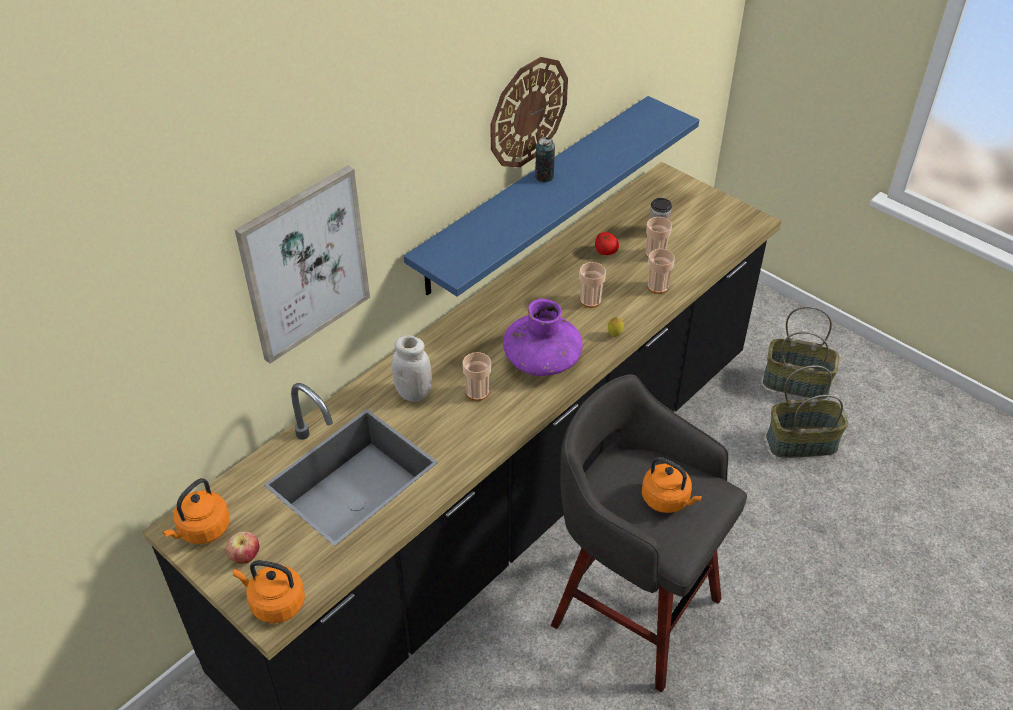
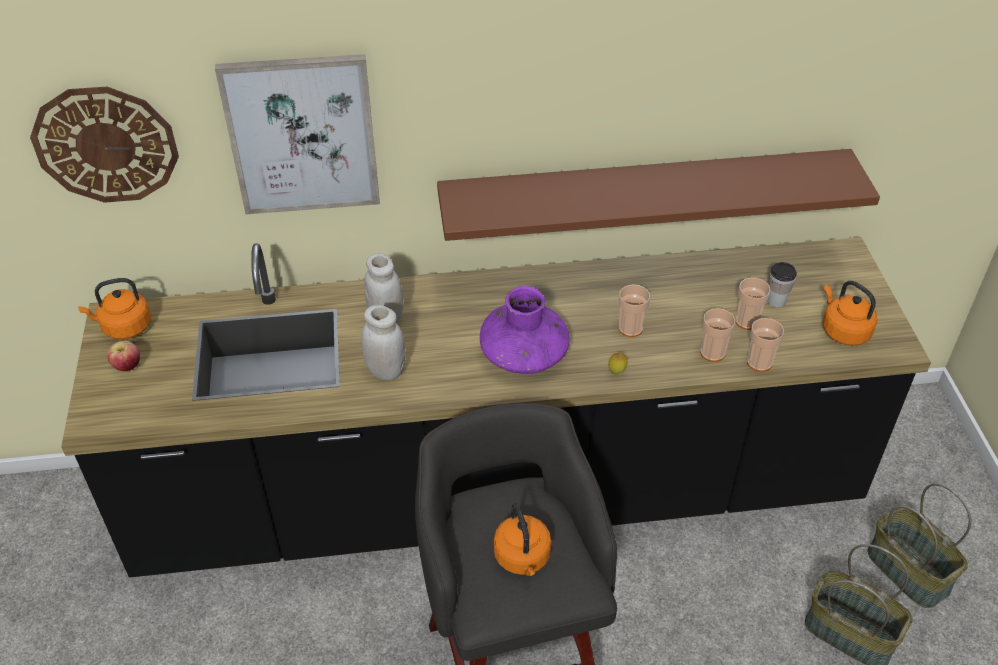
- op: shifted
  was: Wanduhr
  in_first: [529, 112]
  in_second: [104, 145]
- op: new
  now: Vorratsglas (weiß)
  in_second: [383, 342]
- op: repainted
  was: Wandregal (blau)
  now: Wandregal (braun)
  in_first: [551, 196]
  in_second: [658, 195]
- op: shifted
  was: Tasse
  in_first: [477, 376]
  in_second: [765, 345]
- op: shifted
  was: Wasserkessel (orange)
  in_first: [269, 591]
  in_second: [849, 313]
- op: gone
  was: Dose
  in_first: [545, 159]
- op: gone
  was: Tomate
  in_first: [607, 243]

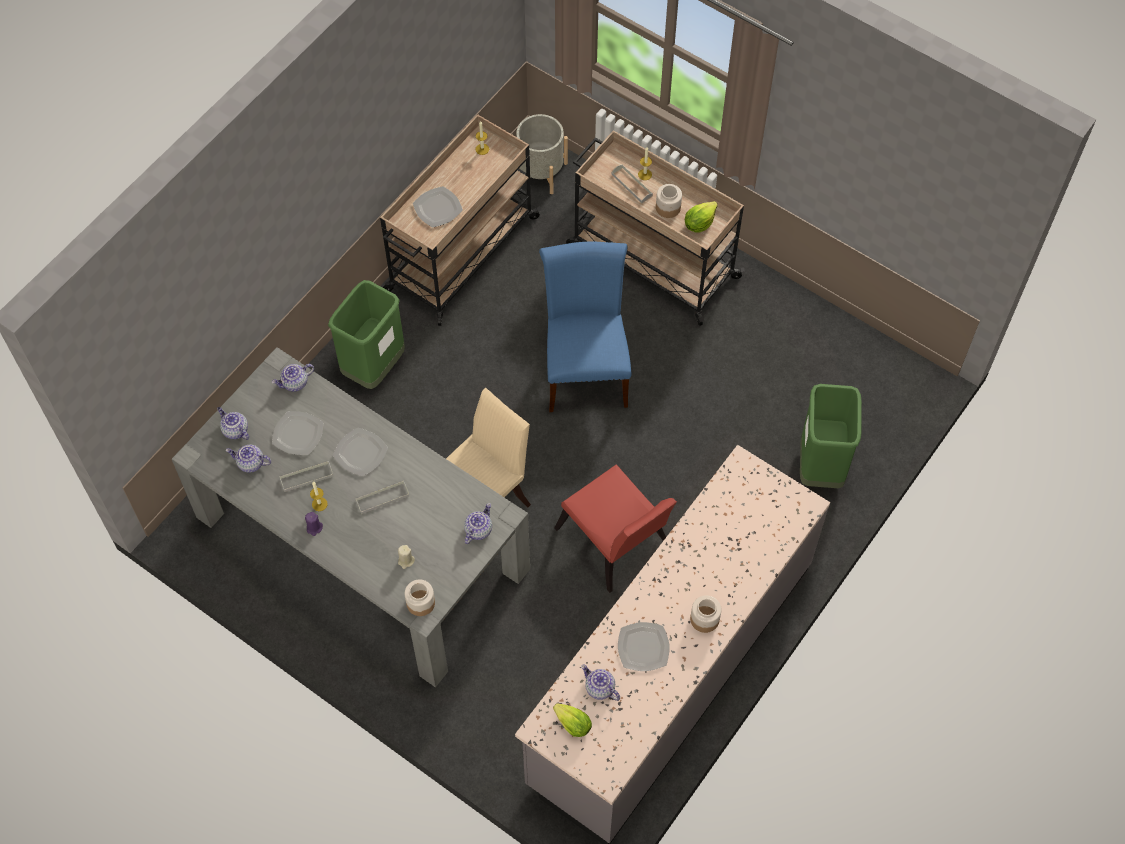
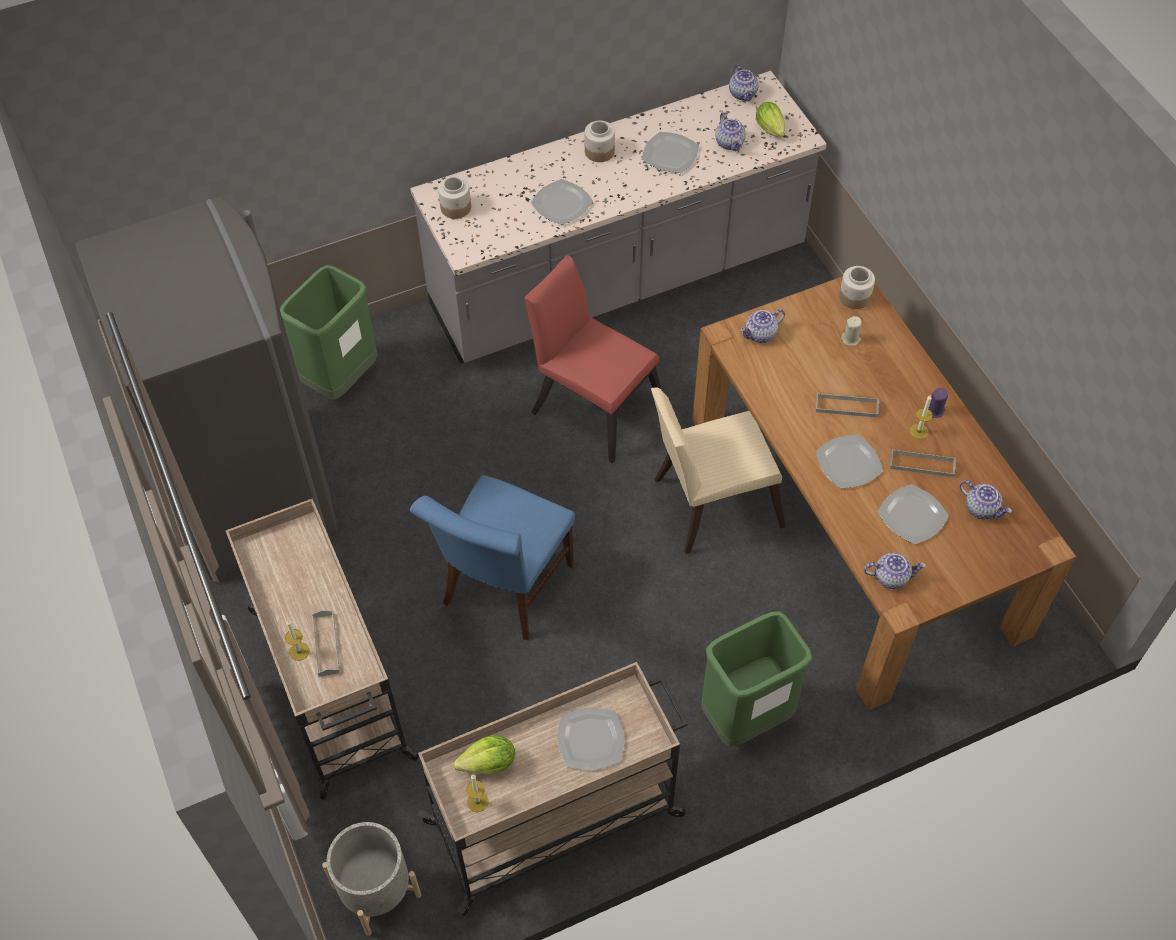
- op: new
  now: Kühlschrank (grau)
  in_second: [206, 388]
- op: shifted
  was: Vorratsglas
  in_first: [669, 201]
  in_second: [454, 197]
- op: shifted
  was: Salatkopf
  in_first: [701, 216]
  in_second: [484, 754]
- op: rotated
  was: Stuhl (rot)
  in_first: [615, 528]
  in_second: [593, 359]
  clockwise: -45
- op: new
  now: Teller
  in_second: [562, 202]
- op: repainted
  was: Esstisch (grau)
  now: Esstisch (braun)
  in_first: [351, 517]
  in_second: [884, 493]
- op: shifted
  was: Teekanne
  in_first: [233, 423]
  in_second: [744, 82]

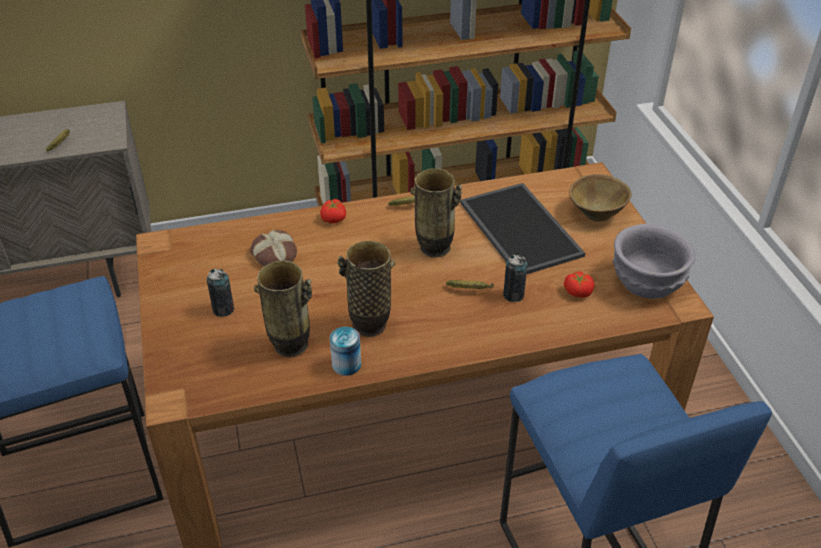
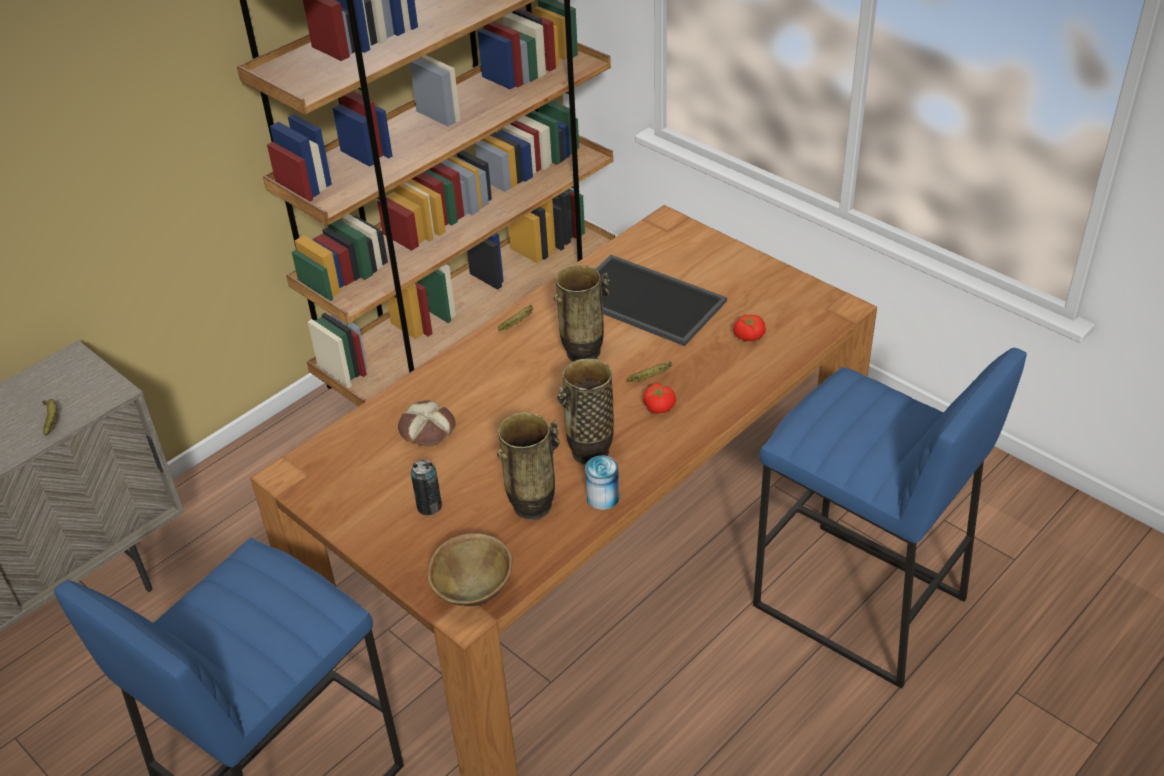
- op: shifted
  was: Schüssel (braun)
  in_first: [600, 198]
  in_second: [470, 569]
- op: shifted
  was: Tomate
  in_first: [333, 211]
  in_second: [659, 398]
- op: gone
  was: Dose
  in_first: [515, 278]
- op: gone
  was: Schüssel (grau)
  in_first: [654, 261]

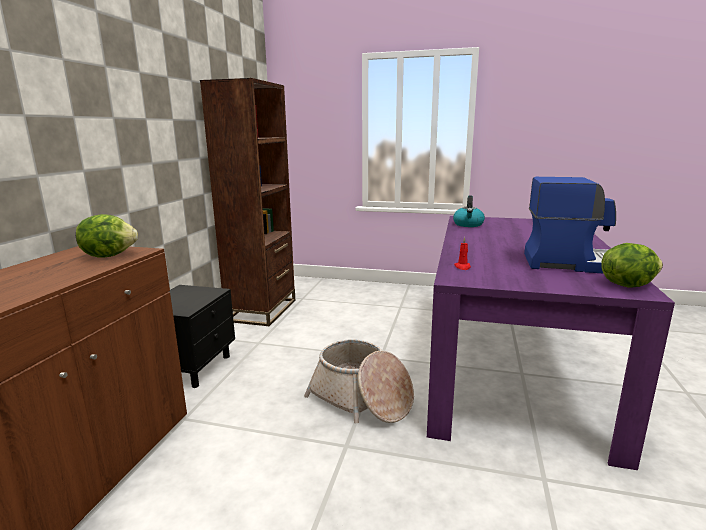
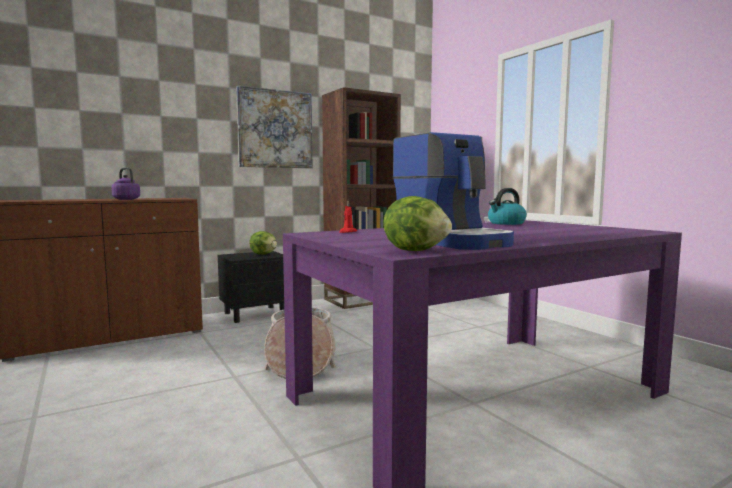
- op: new
  now: Wasserkessel (lila)
  in_second: [125, 183]
- op: new
  now: Bild
  in_second: [274, 126]
- op: shifted
  was: Salatkopf
  in_first: [107, 236]
  in_second: [263, 243]

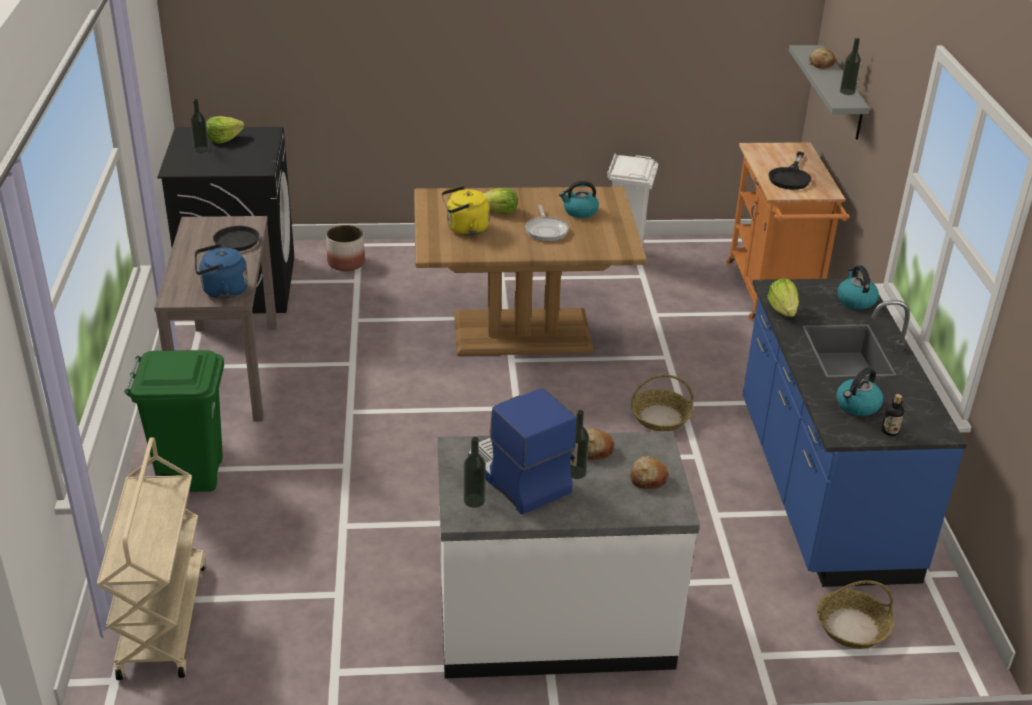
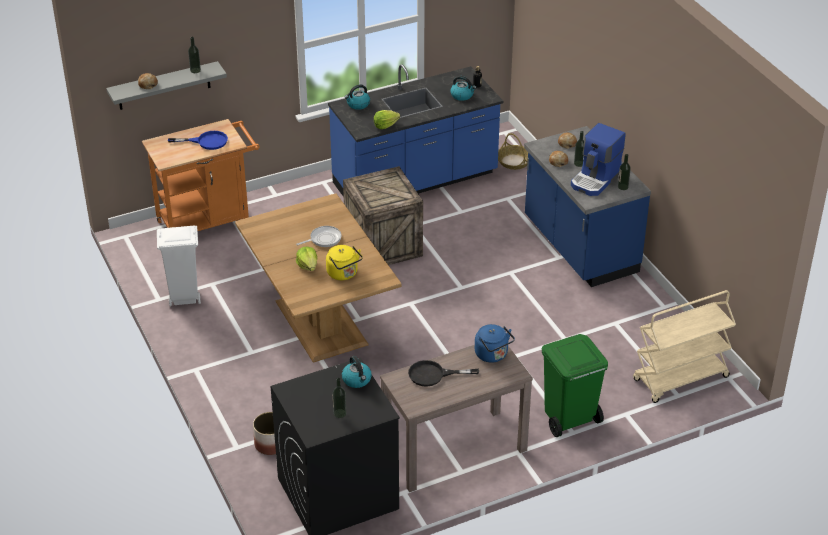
- op: repainted
  was: Pfanne (schwarz)
  now: Pfanne (blau)
  in_first: [790, 171]
  in_second: [198, 140]
- op: shifted
  was: Wasserkessel
  in_first: [579, 199]
  in_second: [357, 372]
- op: swapped
  was: Korb
  now: Kiste
  in_first: [662, 403]
  in_second: [383, 215]
- op: repainted
  was: Küchenzeile (weiß)
  now: Küchenzeile (blau)
  in_first: [569, 554]
  in_second: [587, 206]
- op: gone
  was: Salatkopf
  in_first: [225, 130]

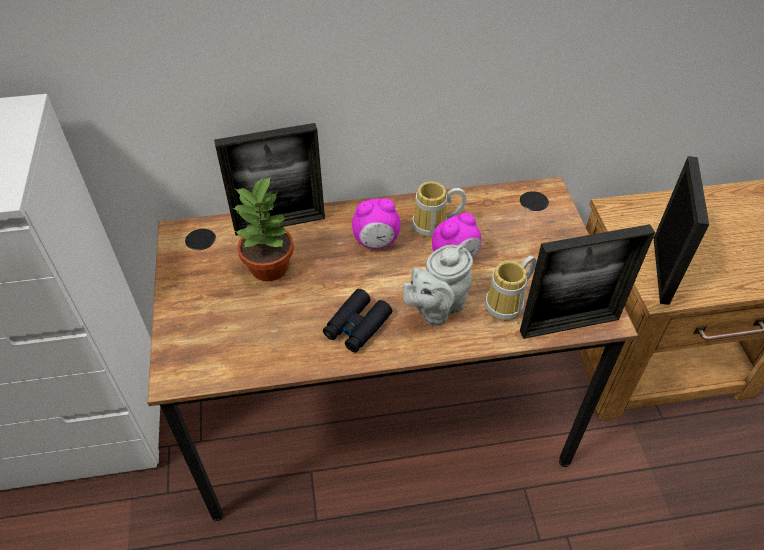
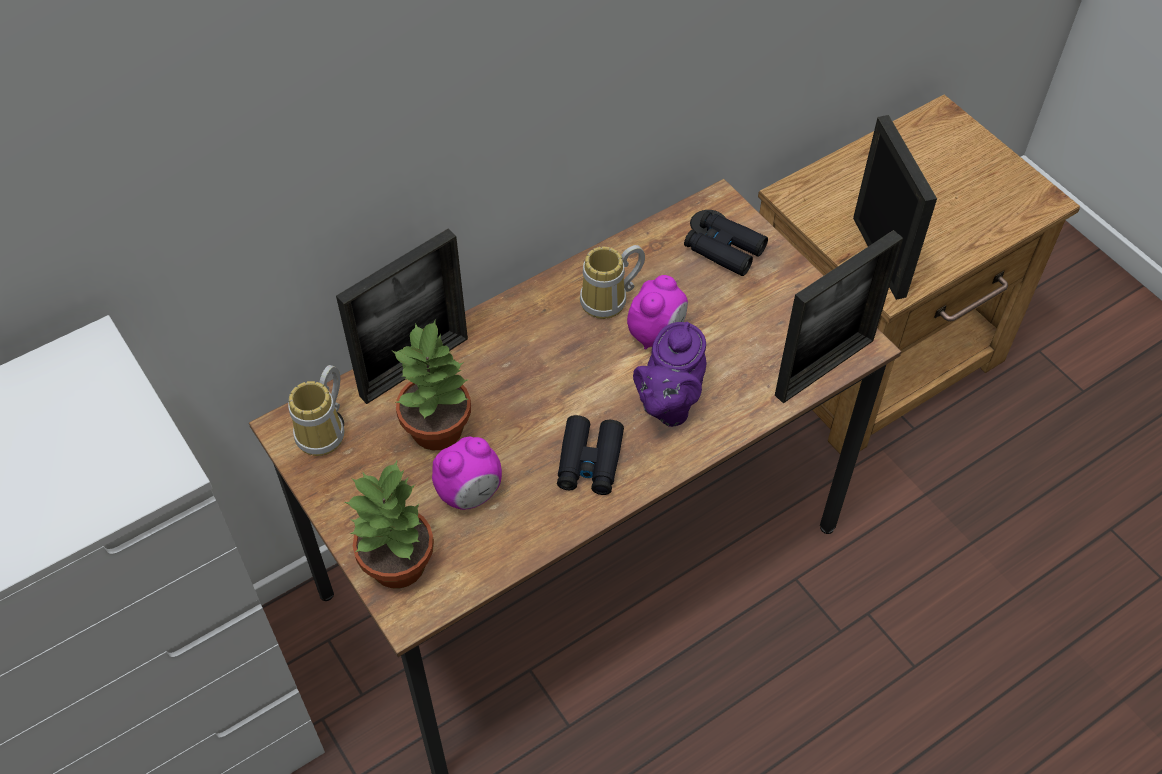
- op: shifted
  was: Henkelbecher
  in_first: [511, 288]
  in_second: [316, 410]
- op: new
  now: Topfpflanze
  in_second: [389, 524]
- op: shifted
  was: Wecker
  in_first: [376, 223]
  in_second: [467, 473]
- op: repainted
  was: Teekanne (grau)
  now: Teekanne (lila)
  in_first: [438, 285]
  in_second: [669, 374]
- op: new
  now: Fernglas (schwarz)
  in_second: [726, 243]

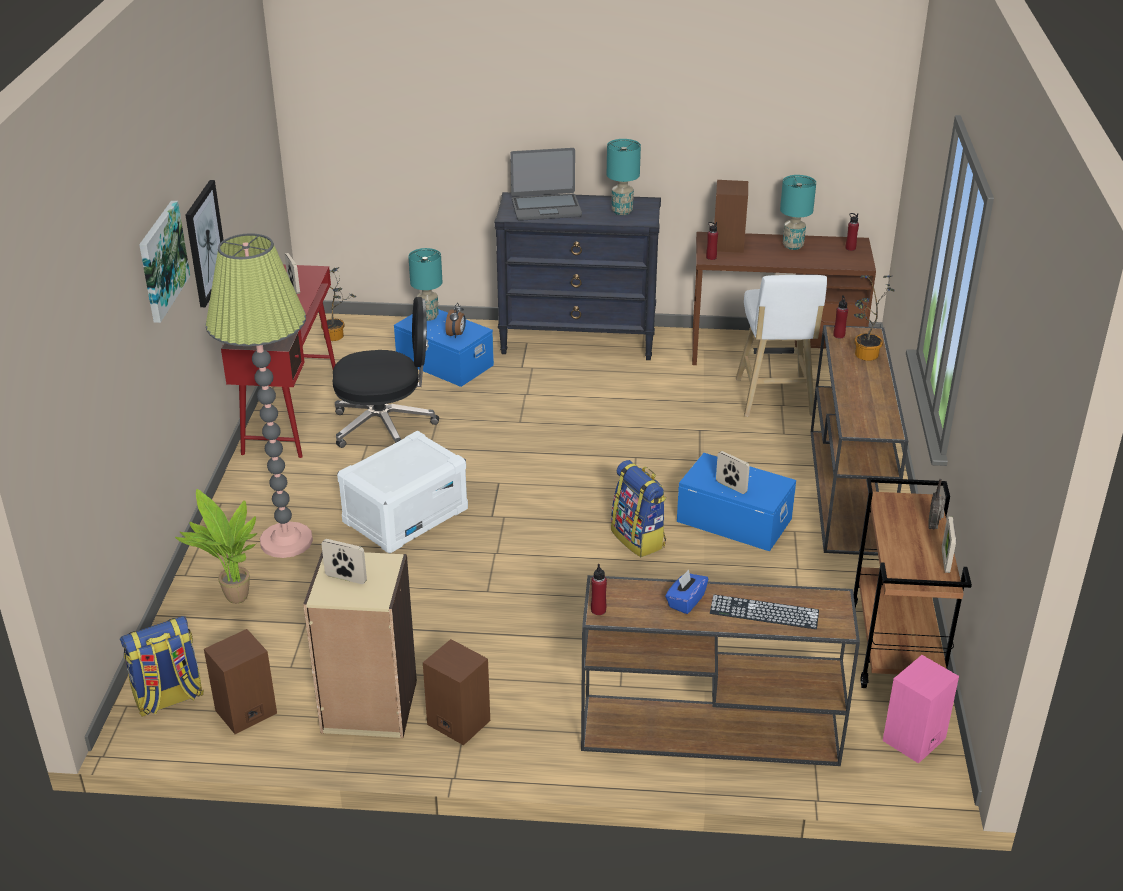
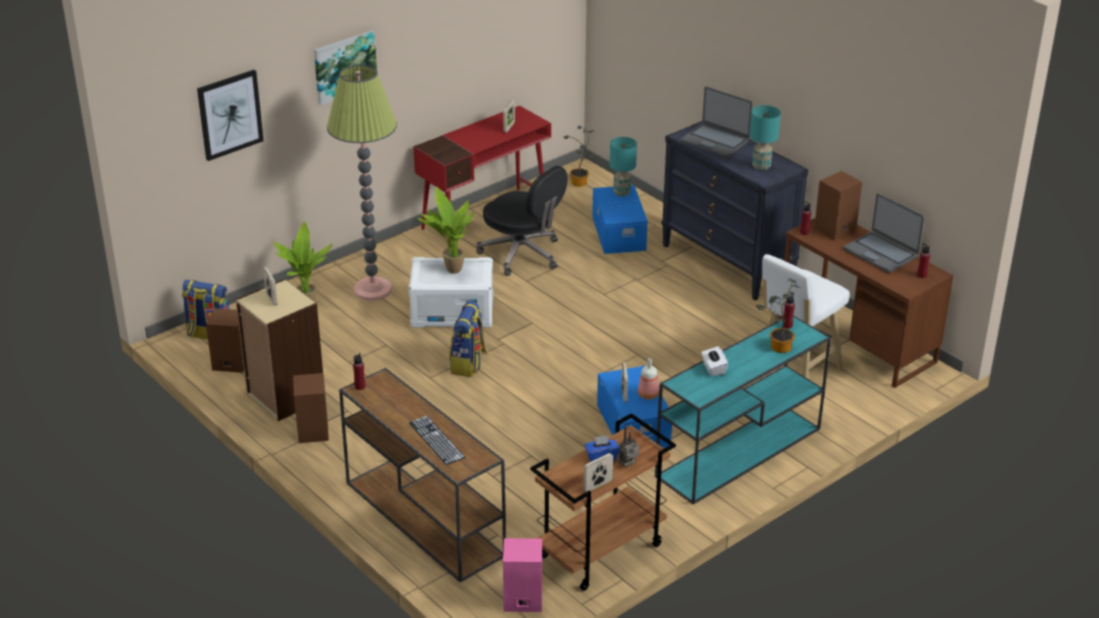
- op: shifted
  was: Bild
  in_first: [204, 243]
  in_second: [230, 115]
- op: new
  now: Topfpflanze
  in_second: [445, 230]
- op: shifted
  was: Rucksack
  in_first: [638, 508]
  in_second: [468, 339]
- op: shifted
  was: Taschentuchbox (blau)
  in_first: [686, 592]
  in_second: [602, 449]
- op: new
  now: Flasche
  in_second: [648, 378]
- op: repainted
  was: Konsolentisch (braun)
  now: Konsolentisch (türkis)
  in_first: [859, 440]
  in_second: [743, 410]
- op: new
  now: Taschentuchbox (weiß)
  in_second: [714, 361]
- op: swapped
  was: Tischlampe (türkis)
  now: Laptop
  in_first: [798, 212]
  in_second: [884, 233]
- op: gone
  was: Wecker
  in_first: [455, 320]

